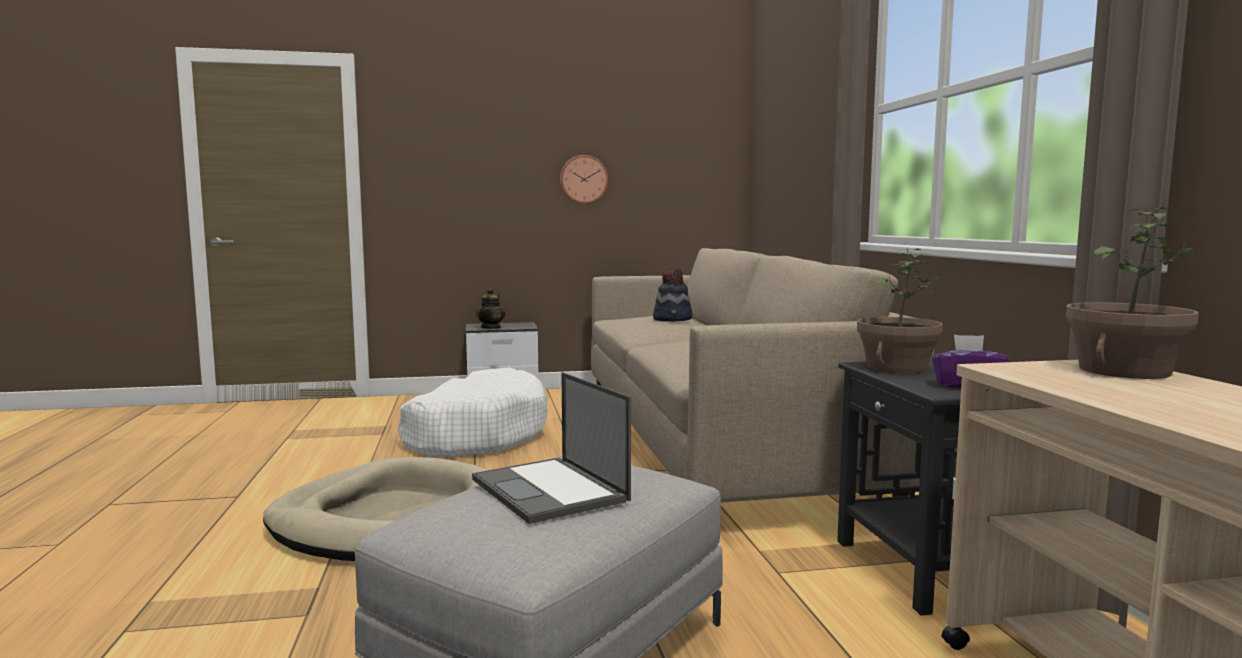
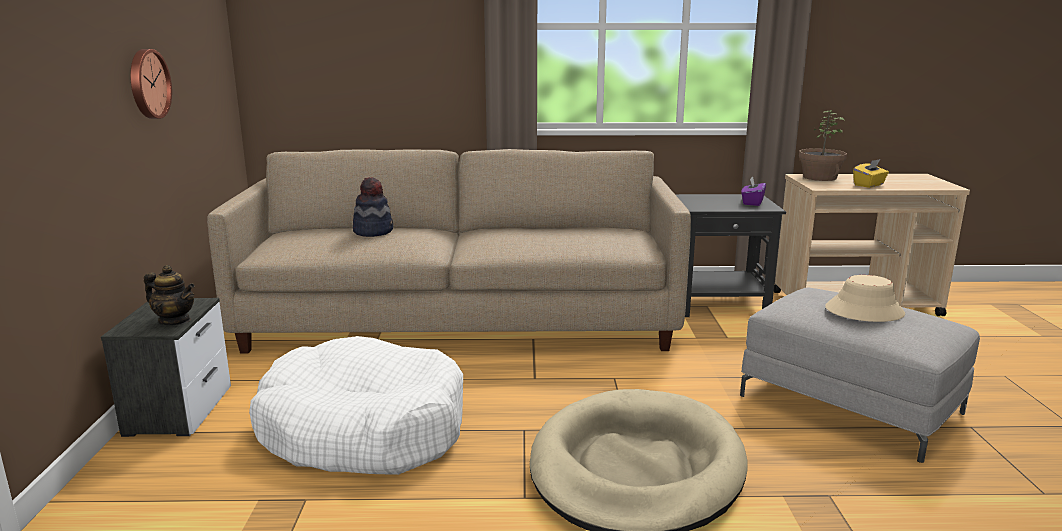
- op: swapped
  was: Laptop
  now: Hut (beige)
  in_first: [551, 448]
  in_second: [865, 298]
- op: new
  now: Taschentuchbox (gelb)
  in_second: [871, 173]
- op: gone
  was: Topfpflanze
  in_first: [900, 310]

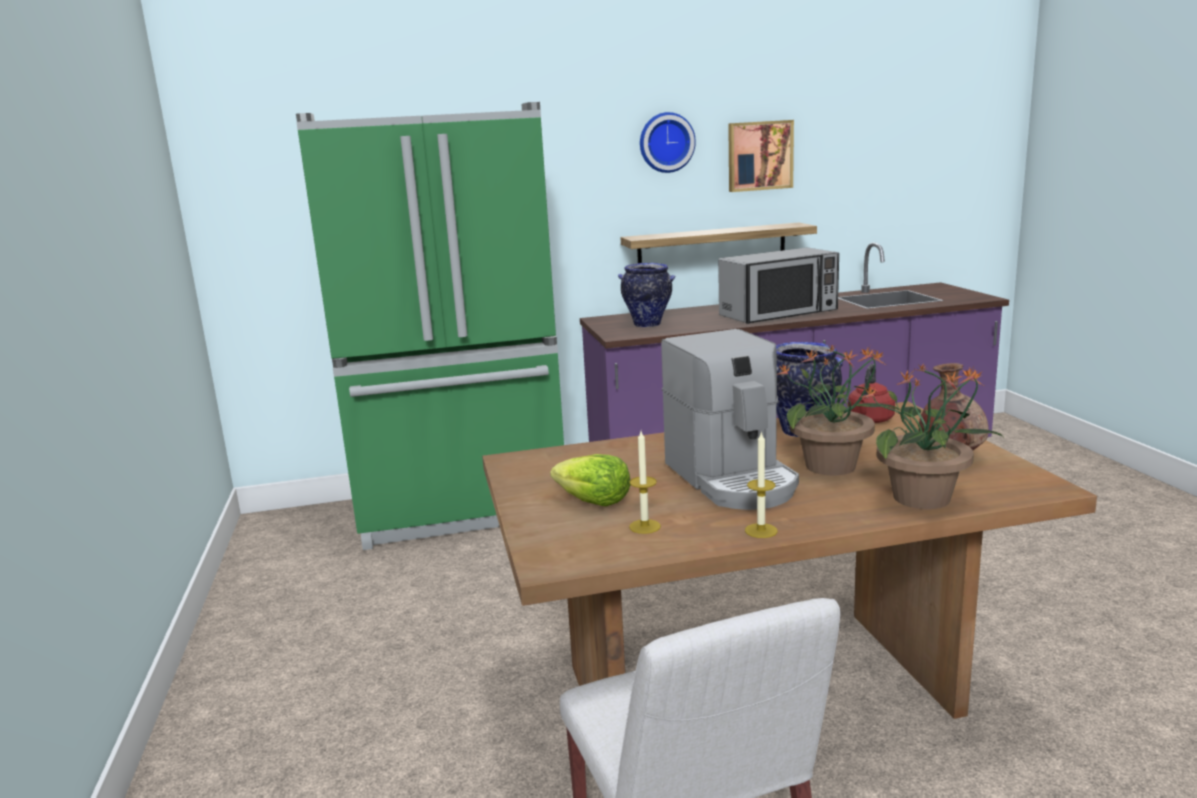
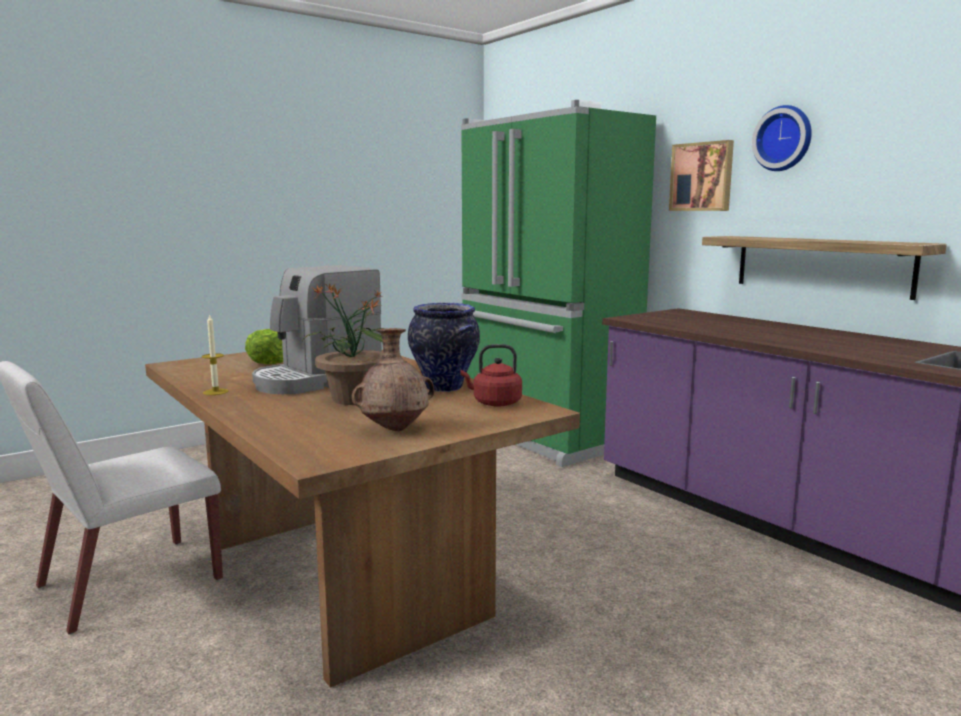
- op: shifted
  was: Bild
  in_first: [761, 156]
  in_second: [701, 175]
- op: gone
  was: Vase
  in_first: [647, 295]
- op: gone
  was: Kerze
  in_first: [645, 482]
- op: gone
  was: Mikrowelle
  in_first: [778, 286]
- op: gone
  was: Topfpflanze
  in_first: [932, 436]

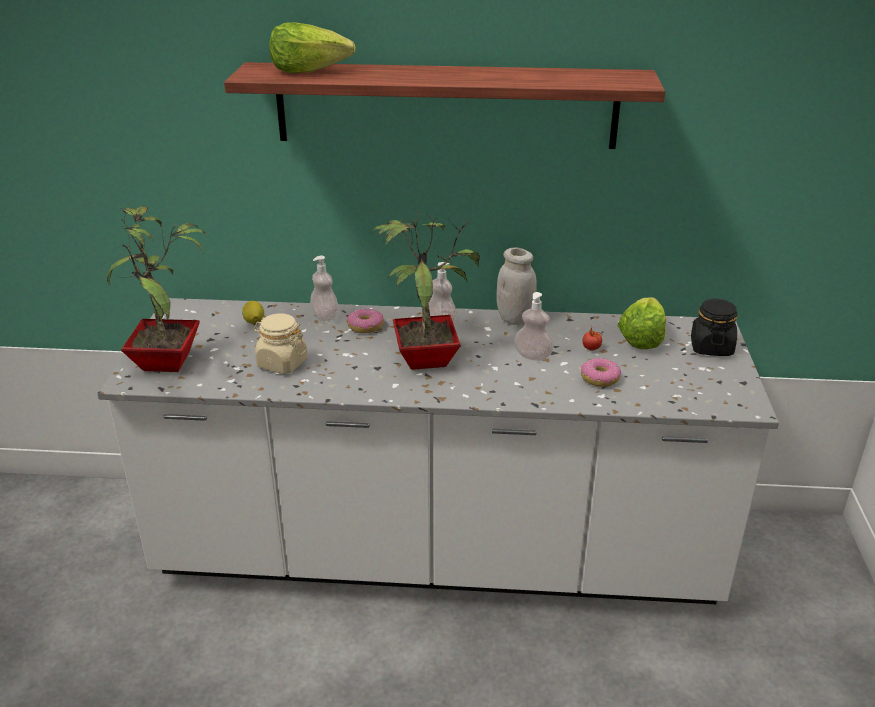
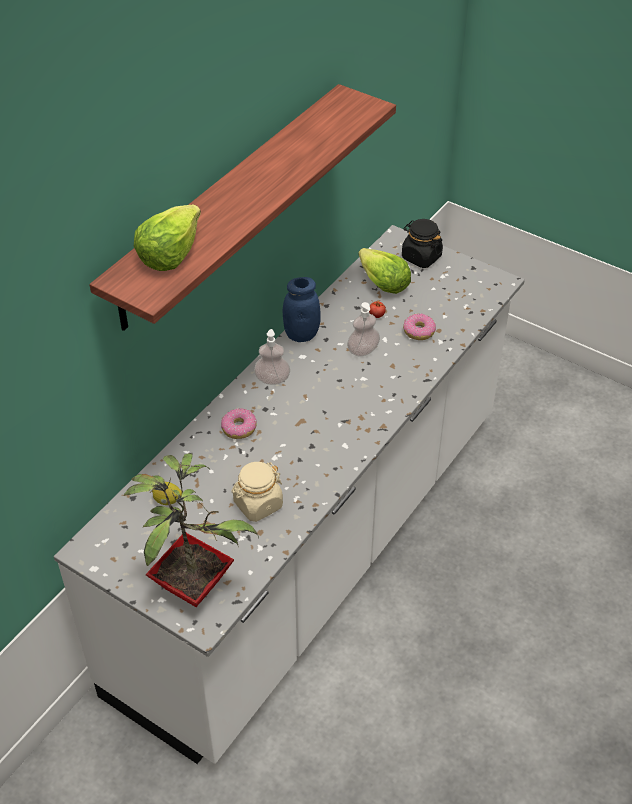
- op: repainted
  was: Vorratsglas (weiß)
  now: Vorratsglas (blau)
  in_first: [516, 286]
  in_second: [302, 309]
- op: gone
  was: Seifenspender
  in_first: [324, 288]
- op: gone
  was: Topfpflanze
  in_first: [426, 290]

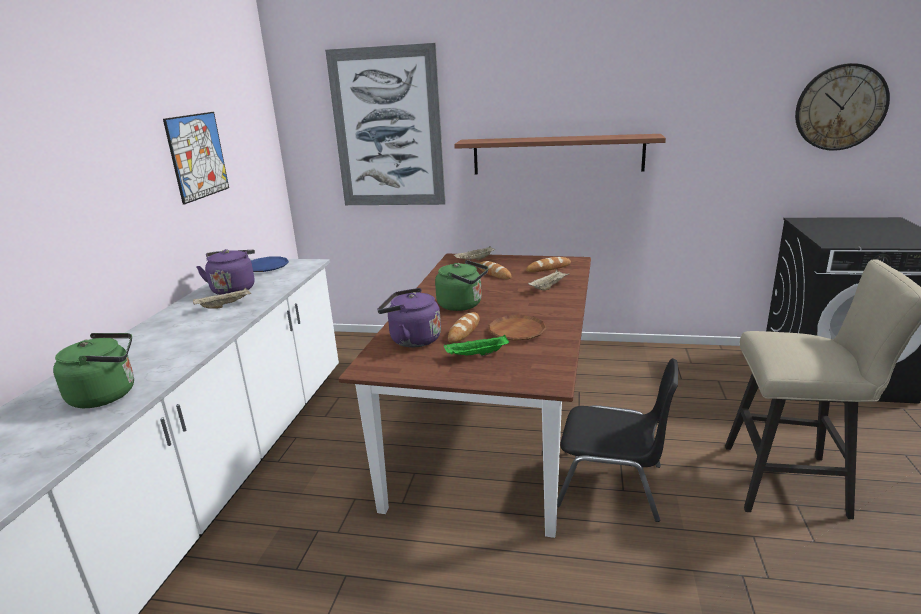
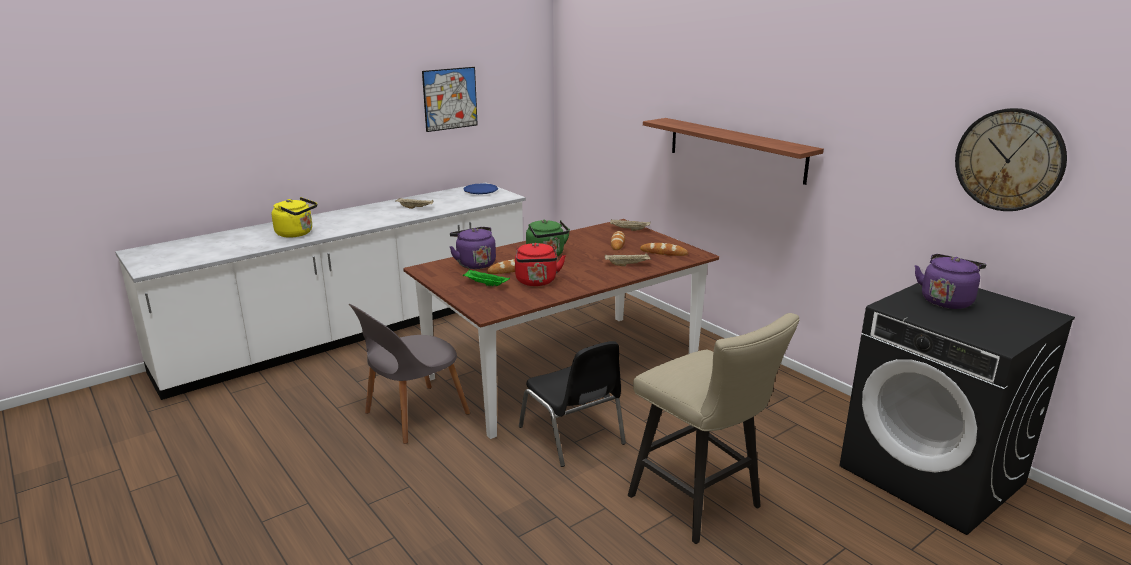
- op: repainted
  was: Wasserkessel (grün)
  now: Wasserkessel (gelb)
  in_first: [93, 370]
  in_second: [294, 217]
- op: new
  now: Stuhl (grau)
  in_second: [409, 374]
- op: swapped
  was: Teller (braun)
  now: Wasserkessel (rot)
  in_first: [517, 328]
  in_second: [540, 264]
- op: shifted
  was: Wasserkessel (lila)
  in_first: [225, 272]
  in_second: [950, 281]
- op: gone
  was: Bild
  in_first: [385, 124]

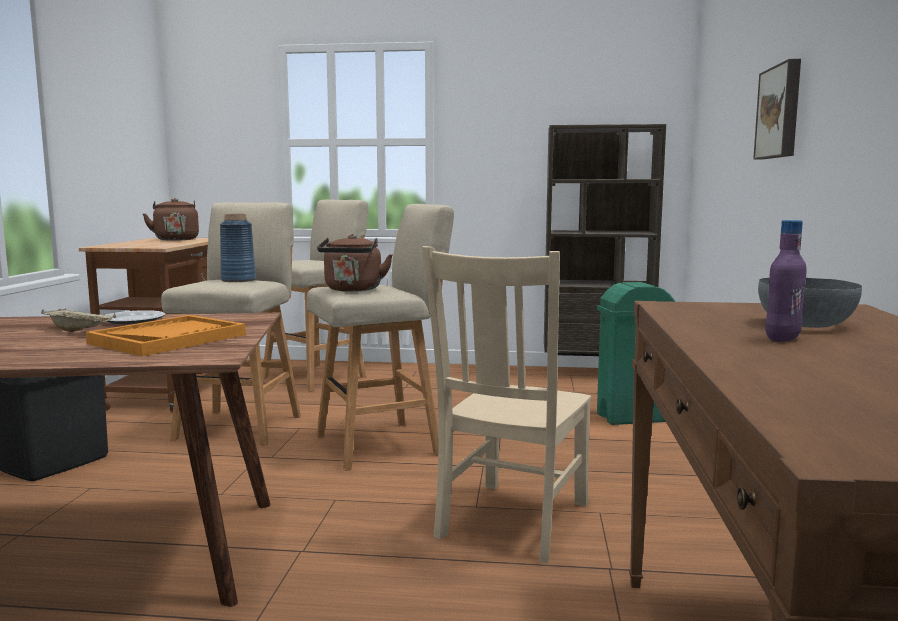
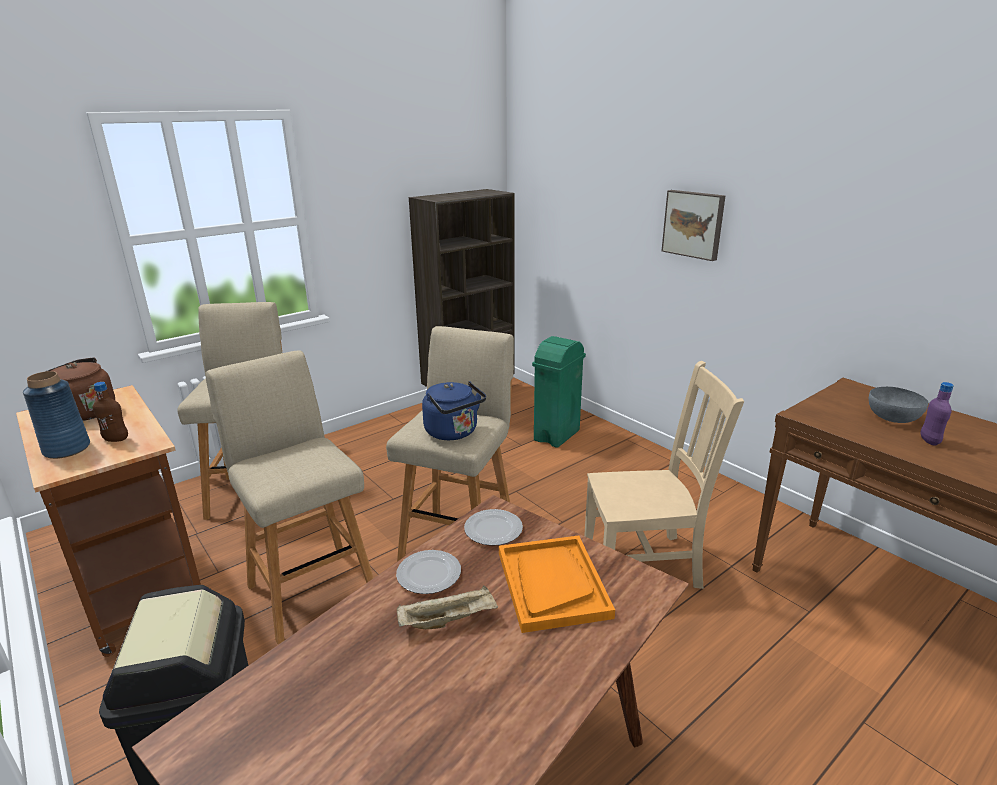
- op: shifted
  was: Vase (blau)
  in_first: [238, 248]
  in_second: [56, 415]
- op: new
  now: Flasche (braun)
  in_second: [110, 412]
- op: repainted
  was: Wasserkessel (braun)
  now: Wasserkessel (blau)
  in_first: [355, 263]
  in_second: [454, 410]
- op: new
  now: Teller
  in_second: [493, 527]
- op: rotated
  was: Stuhl (beige)
  in_first: [506, 404]
  in_second: [664, 475]
  clockwise: -75

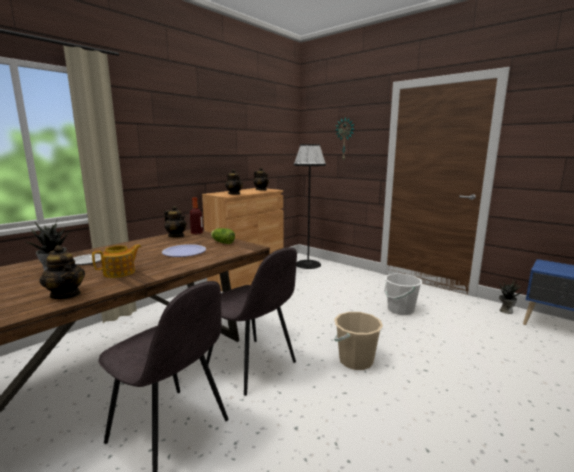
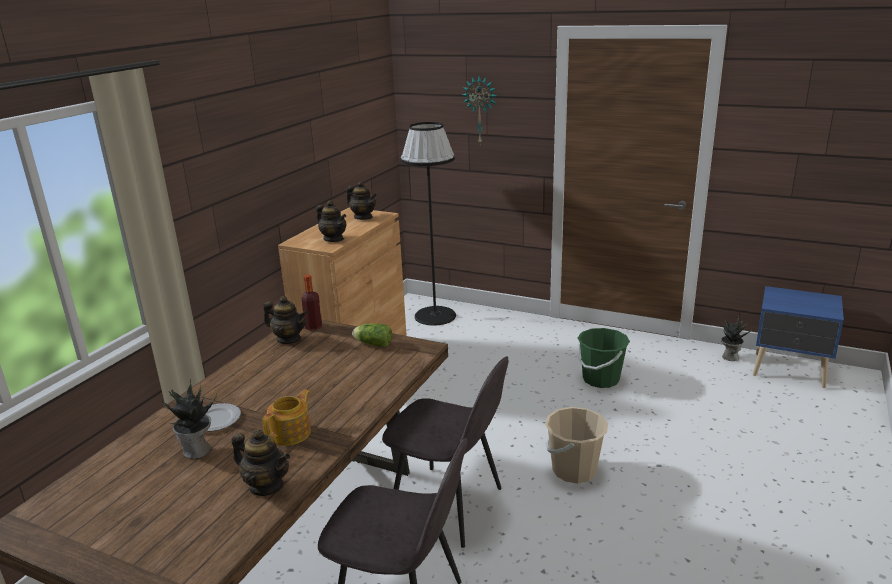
- op: repainted
  was: Eimer (weiß)
  now: Eimer (grün)
  in_first: [403, 294]
  in_second: [604, 358]
- op: gone
  was: Teller
  in_first: [184, 250]

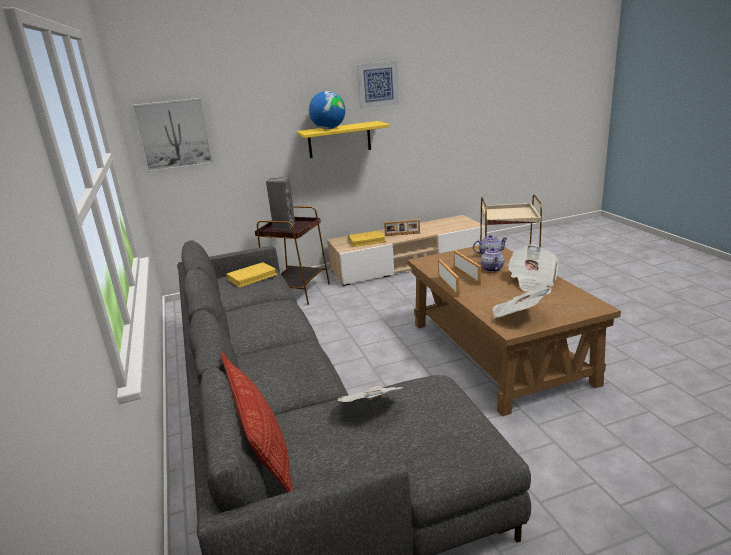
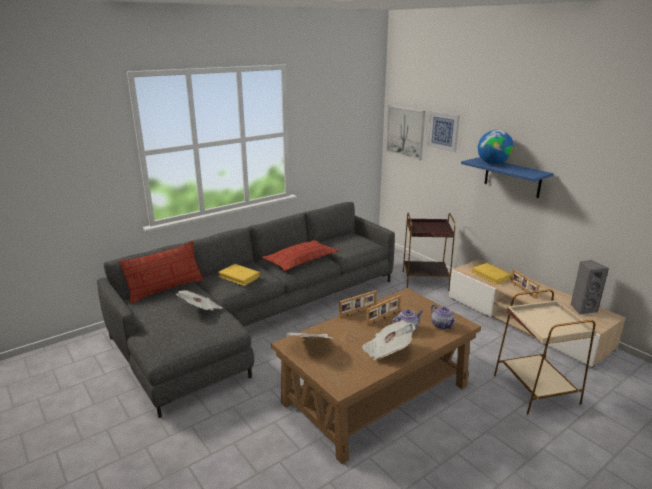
- op: shifted
  was: Buch (gelb)
  in_first: [252, 275]
  in_second: [239, 275]
- op: new
  now: Kissen
  in_second: [300, 255]
- op: shifted
  was: Bild
  in_first: [378, 84]
  in_second: [443, 131]
- op: repainted
  was: Wandregal (gelb)
  now: Wandregal (blau)
  in_first: [343, 139]
  in_second: [507, 177]
- op: shifted
  was: Lautsprecher (grau)
  in_first: [280, 203]
  in_second: [589, 287]

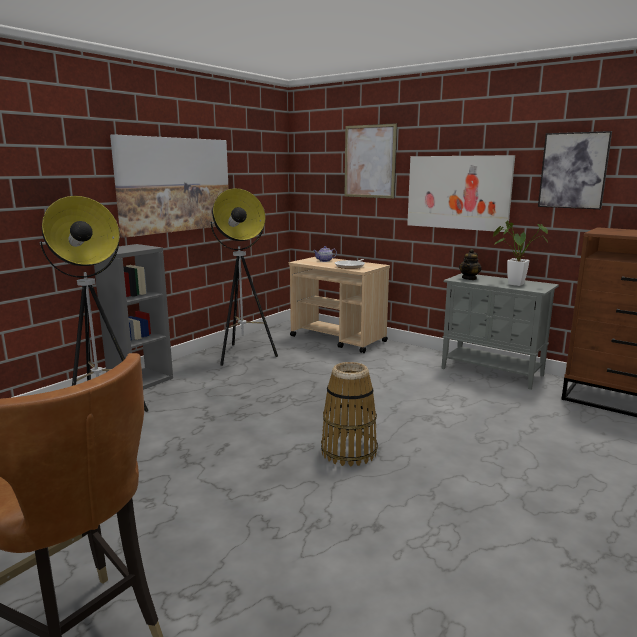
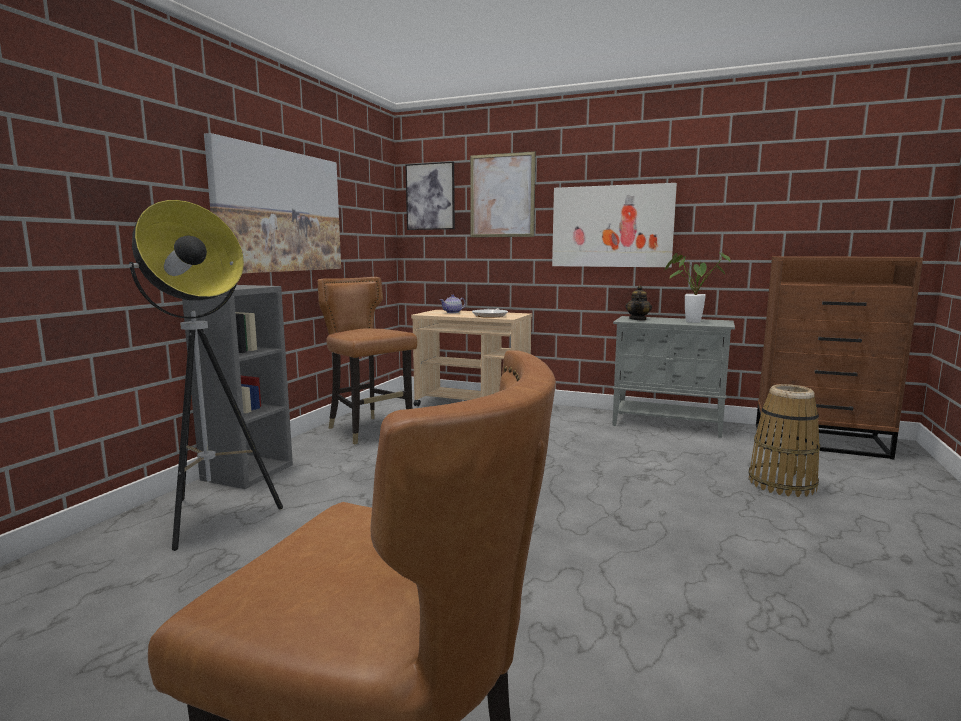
- op: swapped
  was: Stehlampe
  now: Stuhl (braun)
  in_first: [244, 277]
  in_second: [367, 361]
- op: shifted
  was: Bild
  in_first: [575, 170]
  in_second: [430, 196]
- op: shifted
  was: Korb
  in_first: [349, 414]
  in_second: [784, 440]

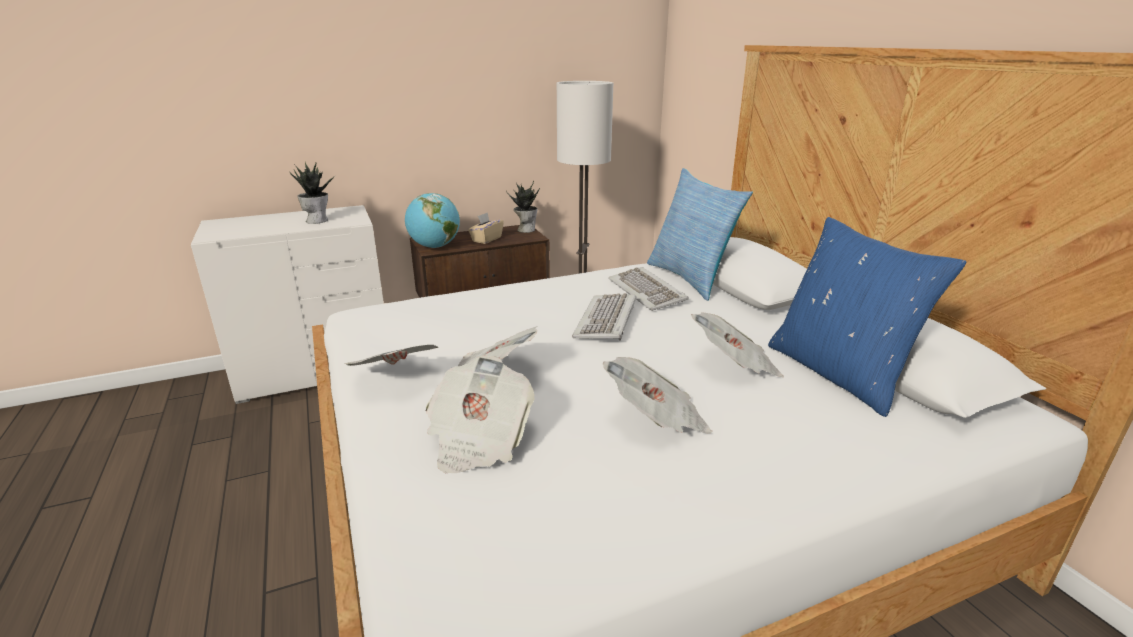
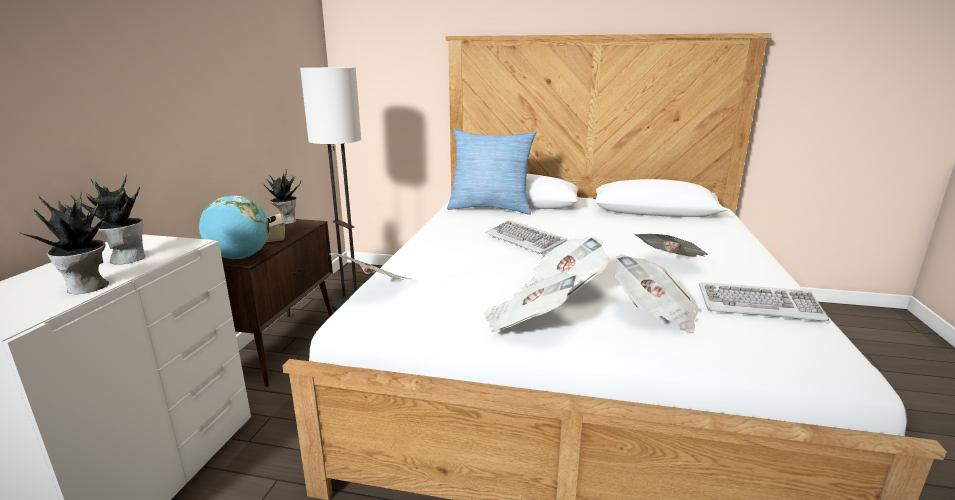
- op: new
  now: Topfpflanze
  in_second: [63, 241]
- op: shifted
  was: Zeitung
  in_first: [737, 345]
  in_second: [370, 266]
- op: shifted
  was: Tastatur
  in_first: [649, 289]
  in_second: [764, 301]
- op: gone
  was: Kissen (blau)
  in_first: [867, 317]

